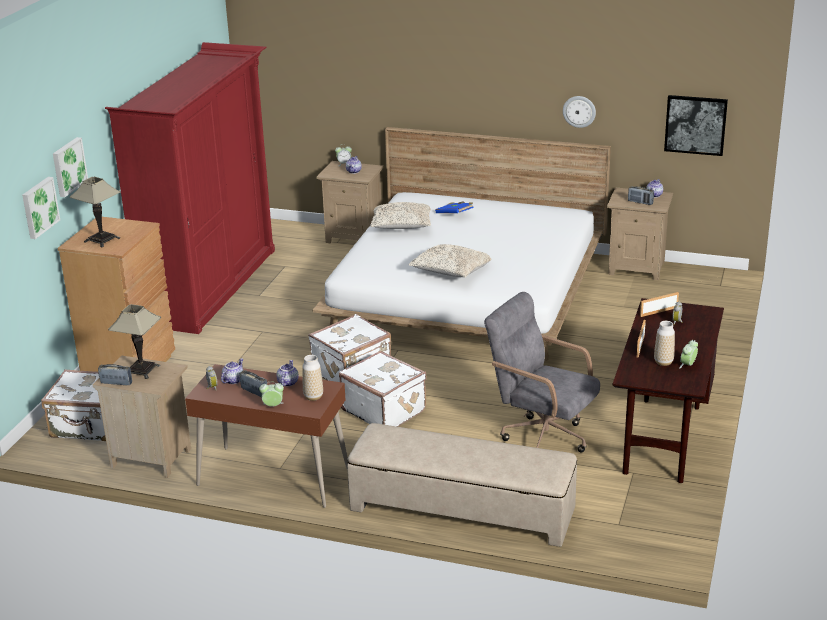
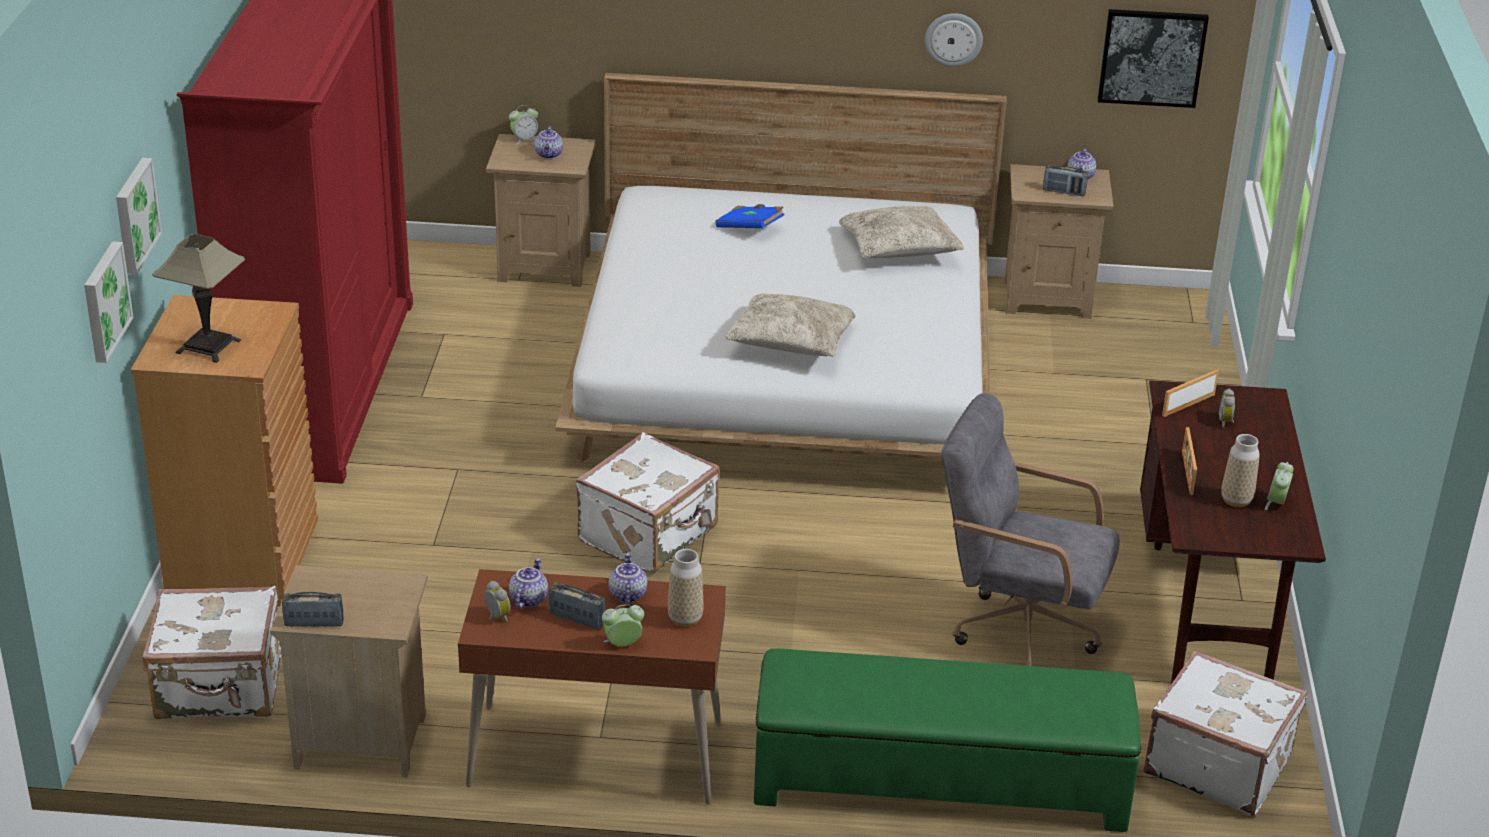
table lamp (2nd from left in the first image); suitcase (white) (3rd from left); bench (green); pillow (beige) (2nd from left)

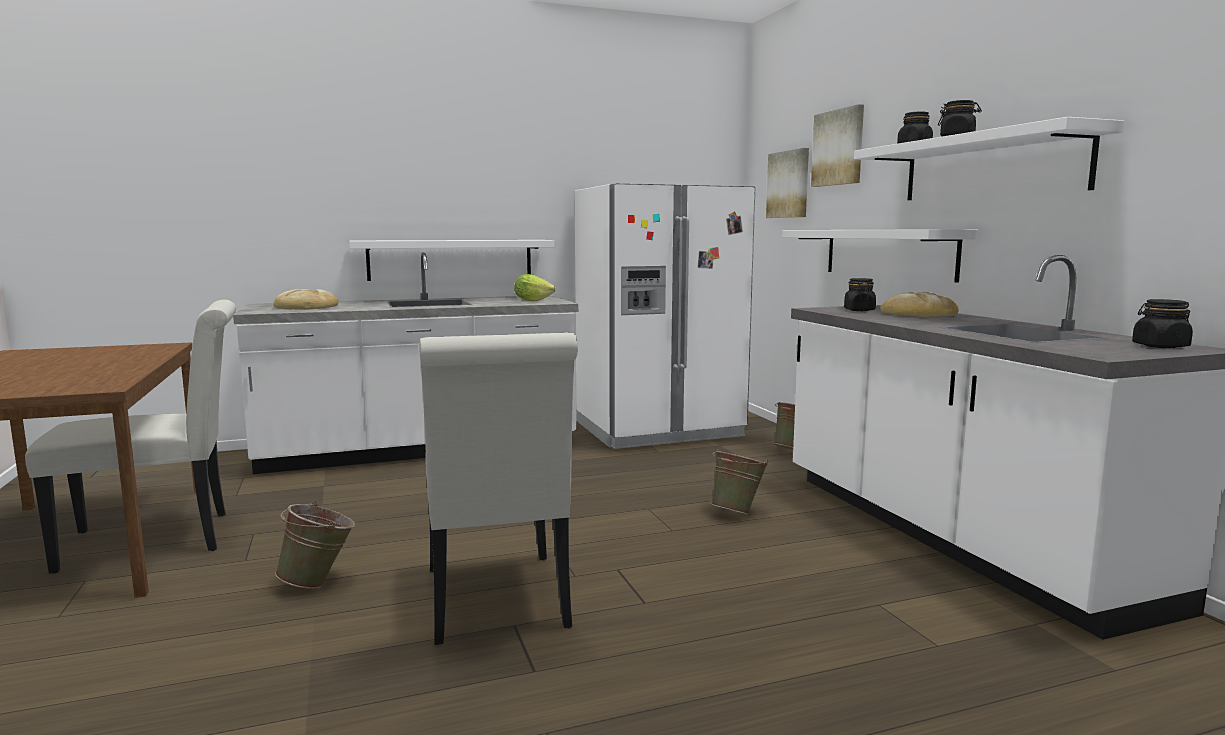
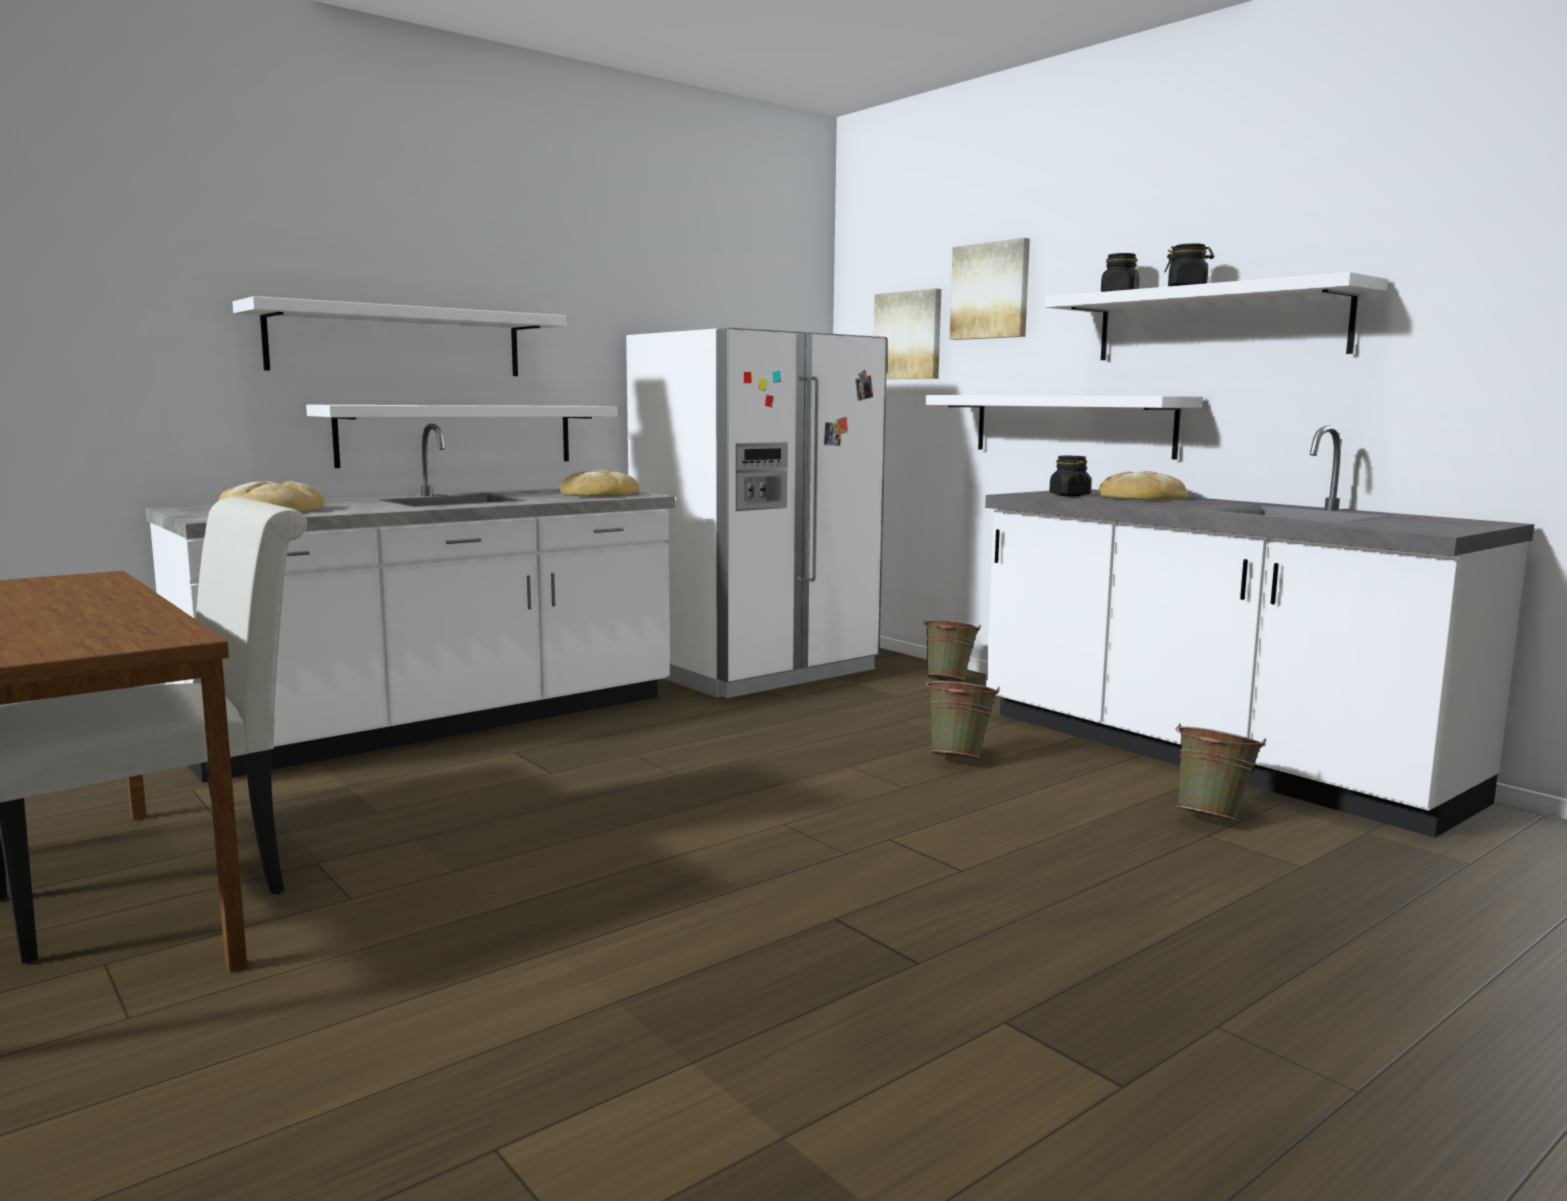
bucket (green) (3rd from left); chair (white) (2nd from left in the first image); bread (2nd from left); jar (black) (4th from left in the first image); shelf (white) (1st from left)

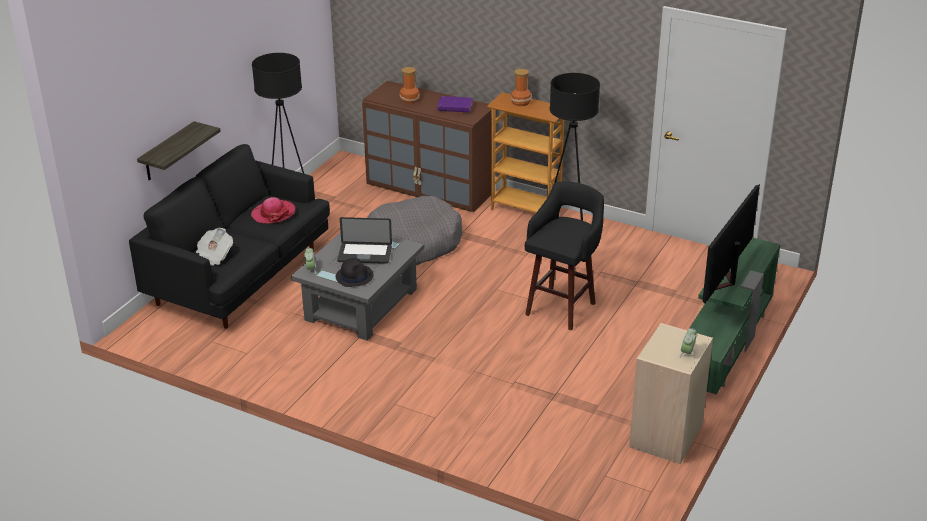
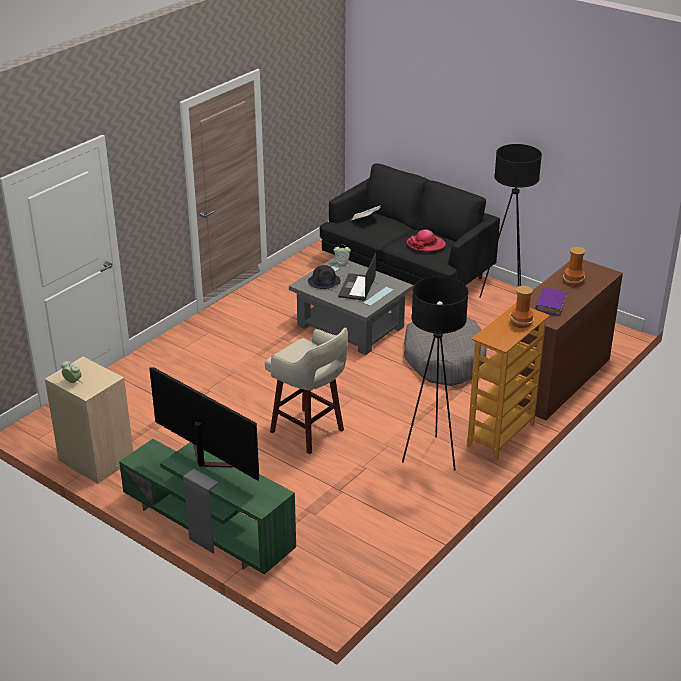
shelf; stool (beige)

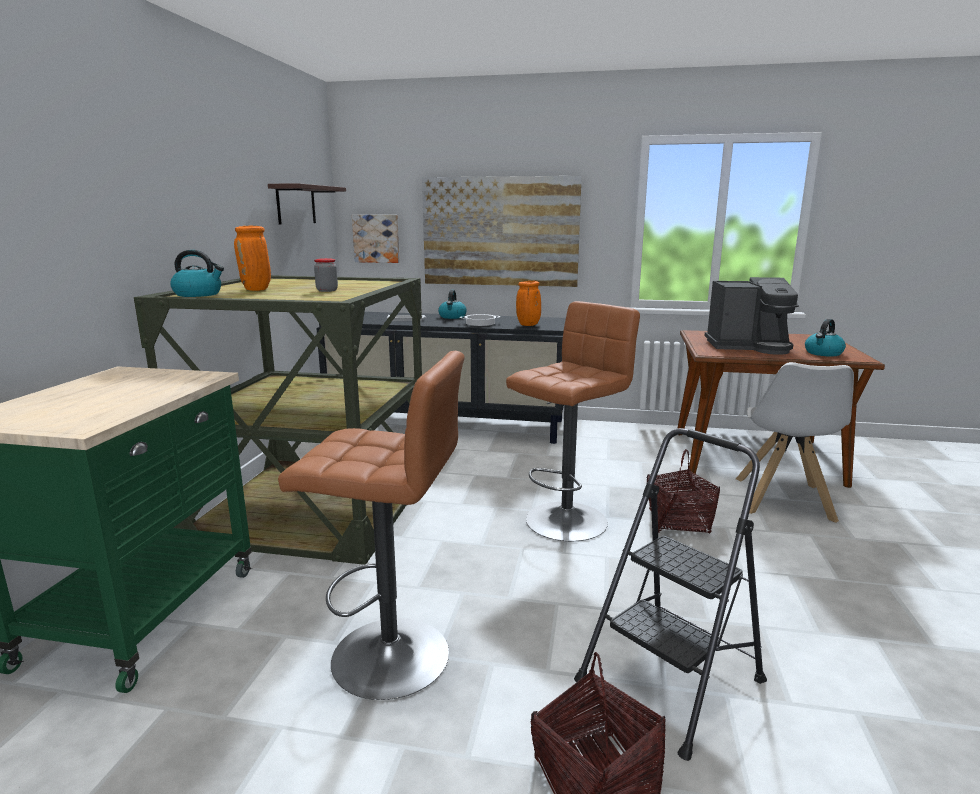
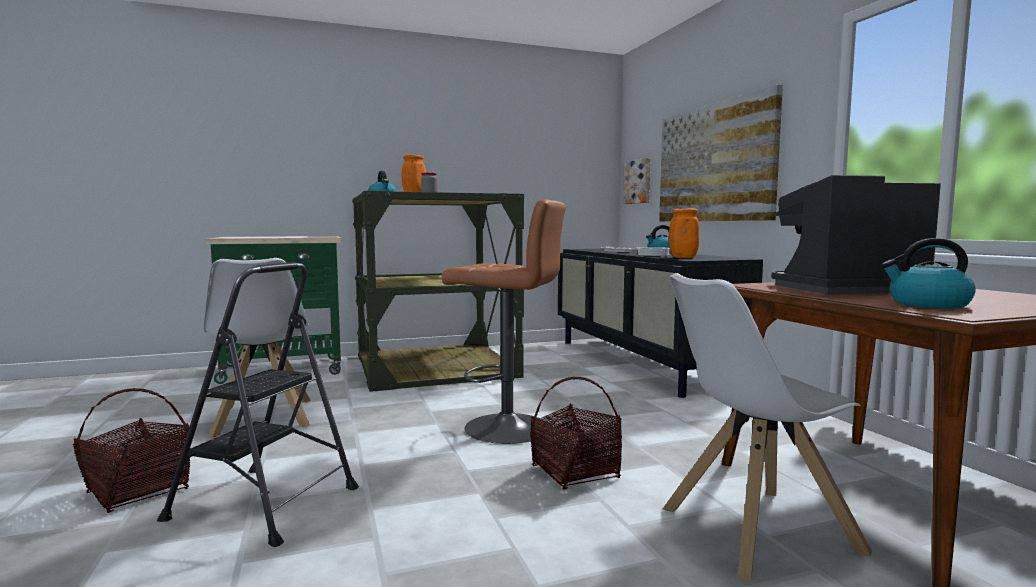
shelf; chair (1st from left); coffee machine

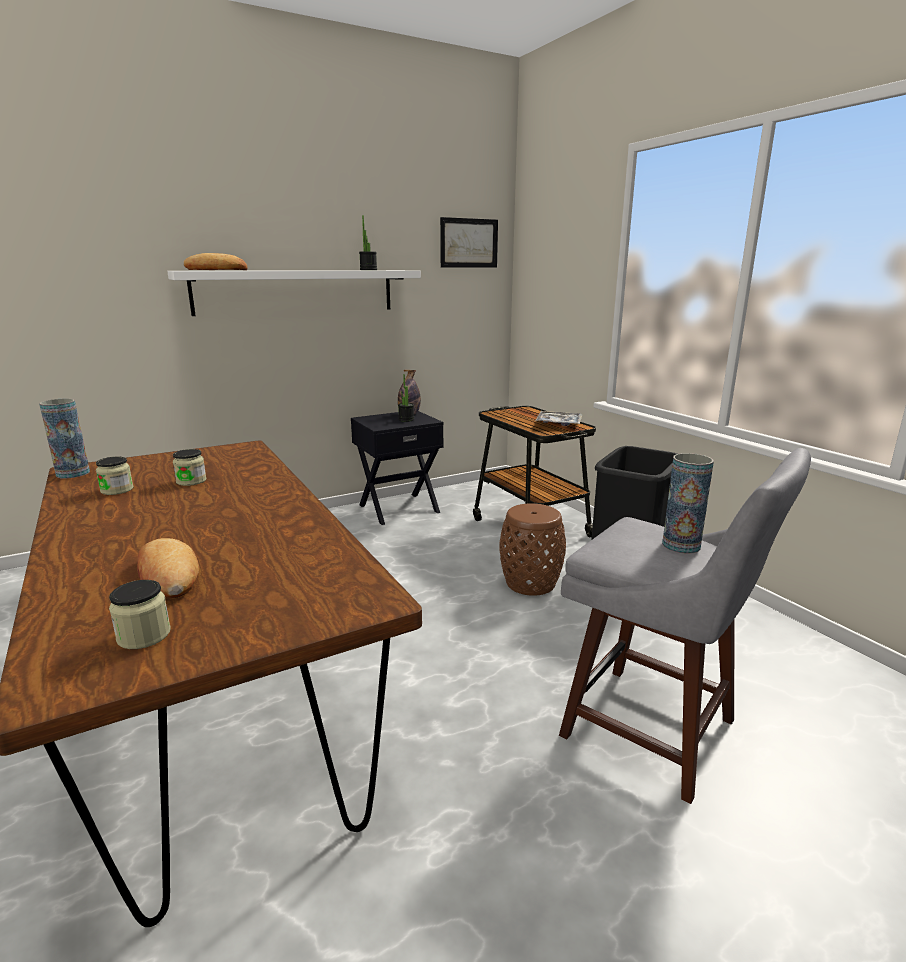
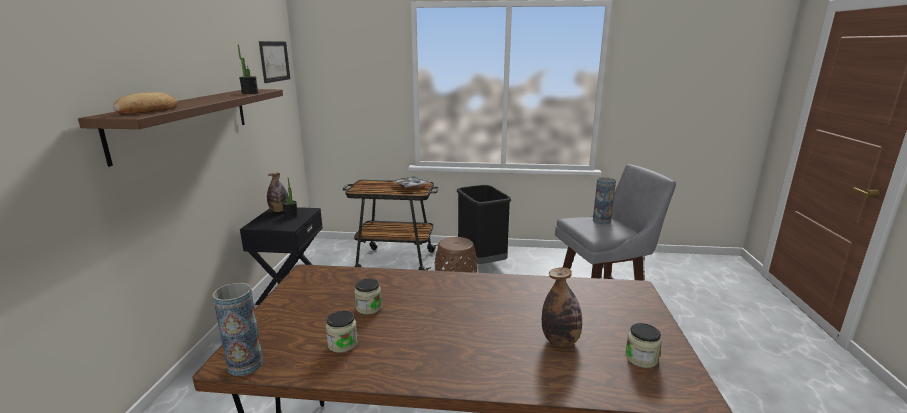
bottle (2nd from left); shelf (brown)

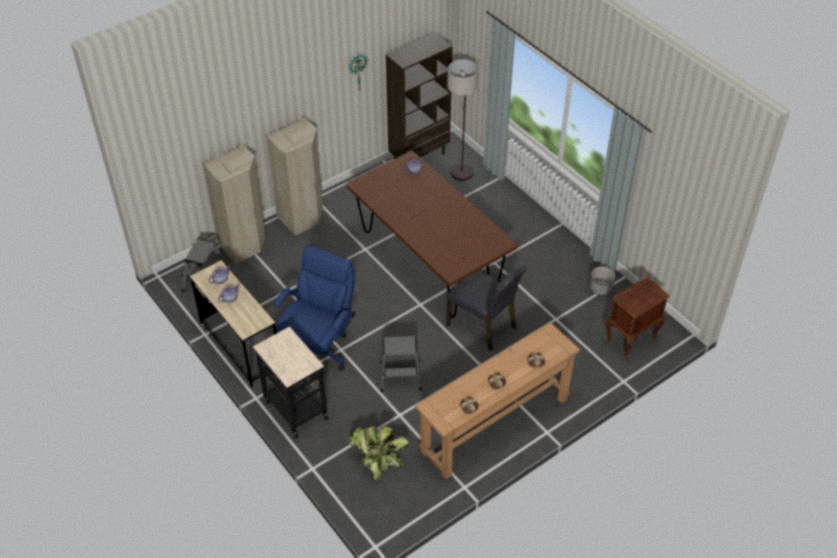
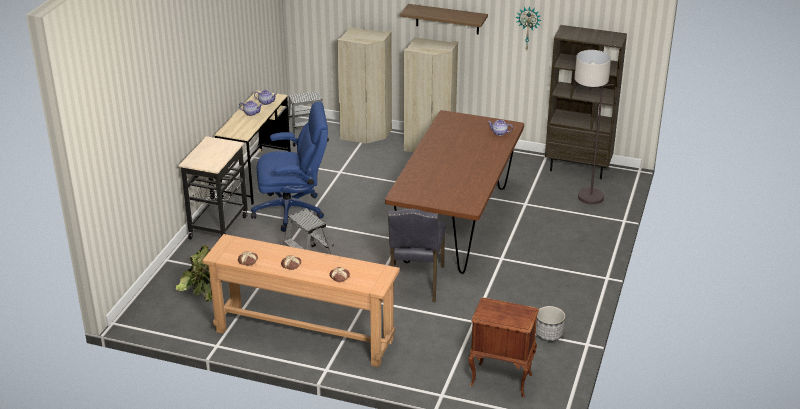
shelf

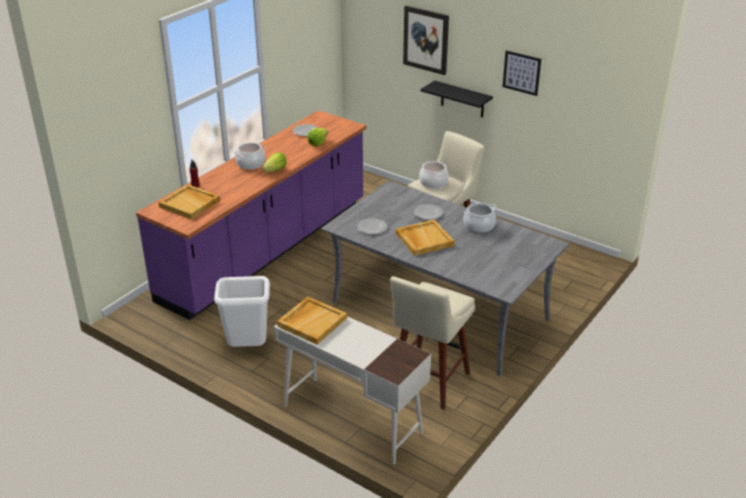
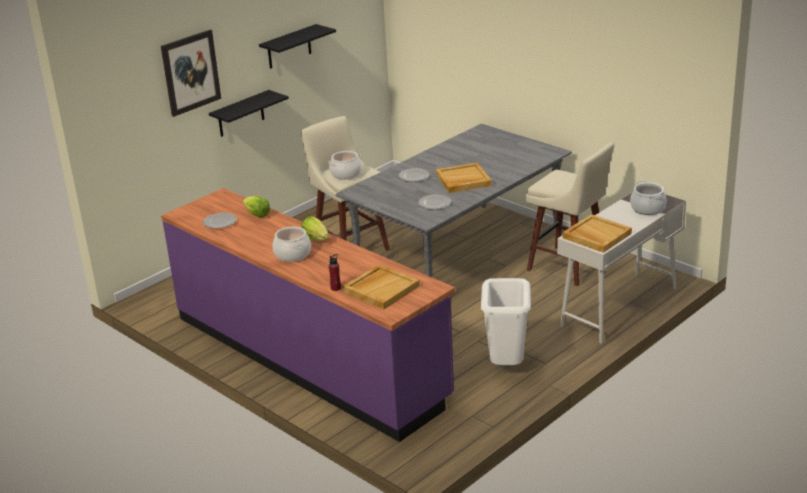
cooking pot (3rd from left); shelf (black) (2nd from left)

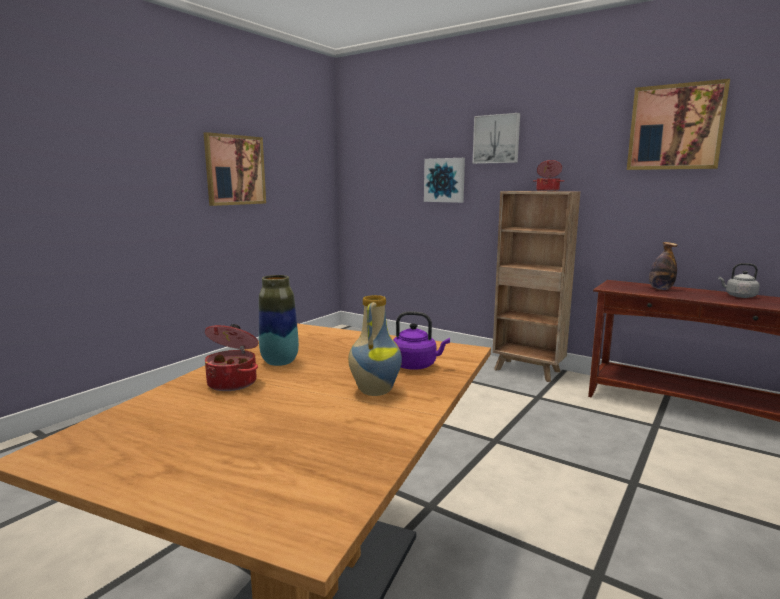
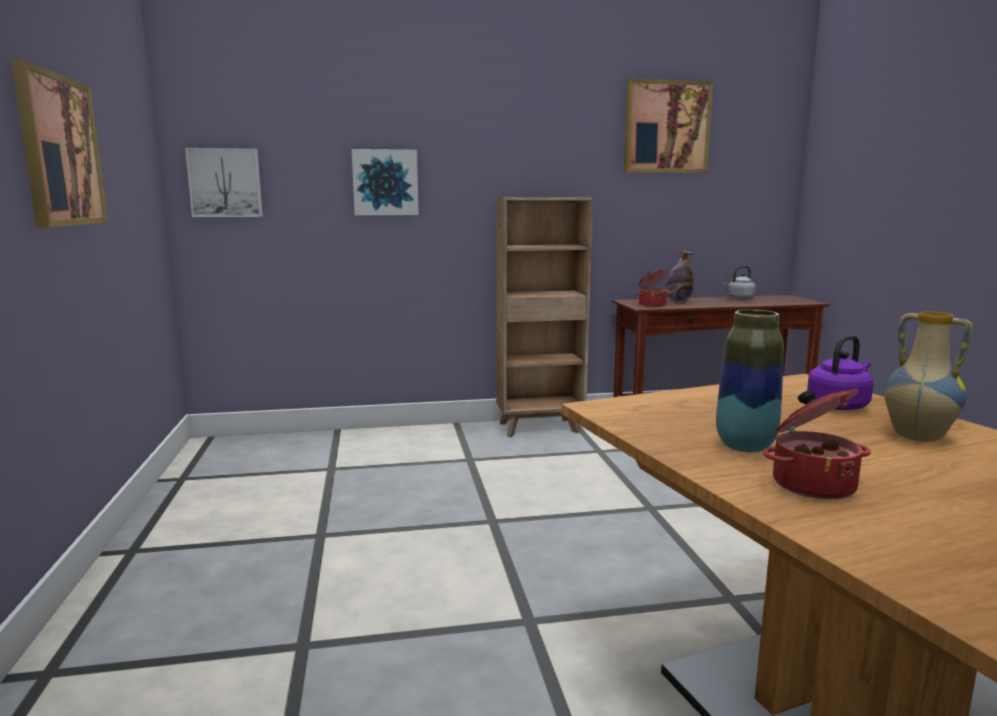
picture (2nd from left); cooking pot (1st from left)

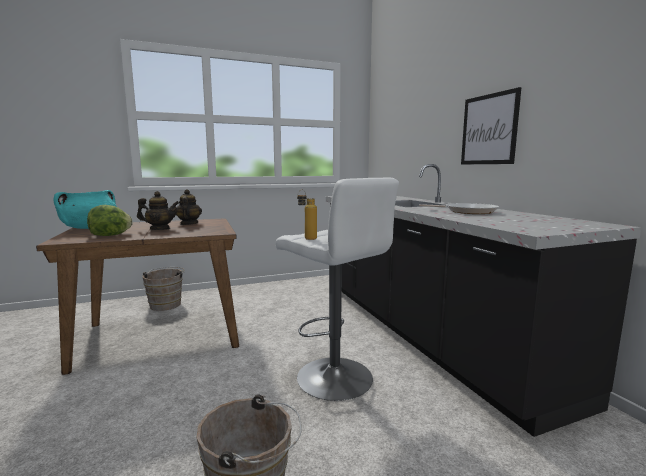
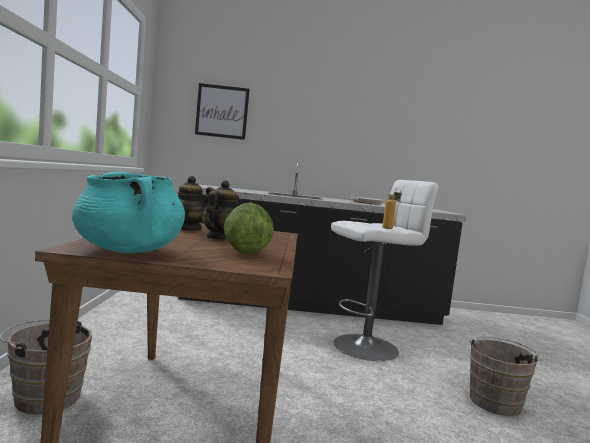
picture

